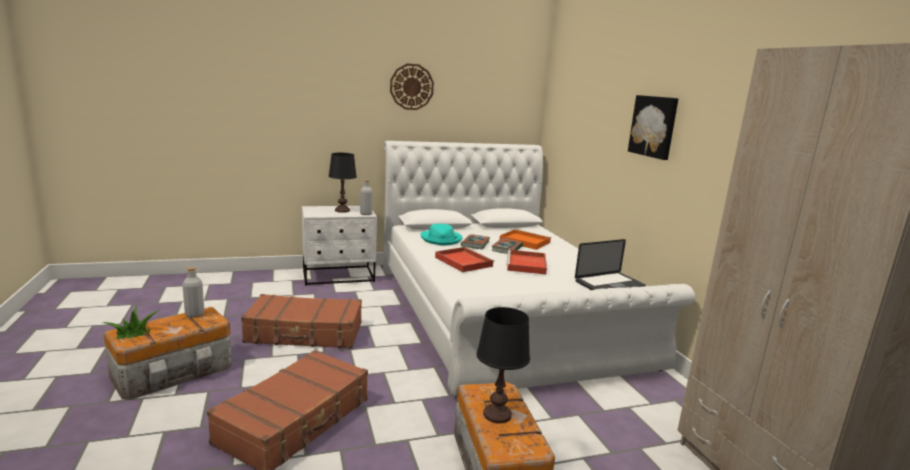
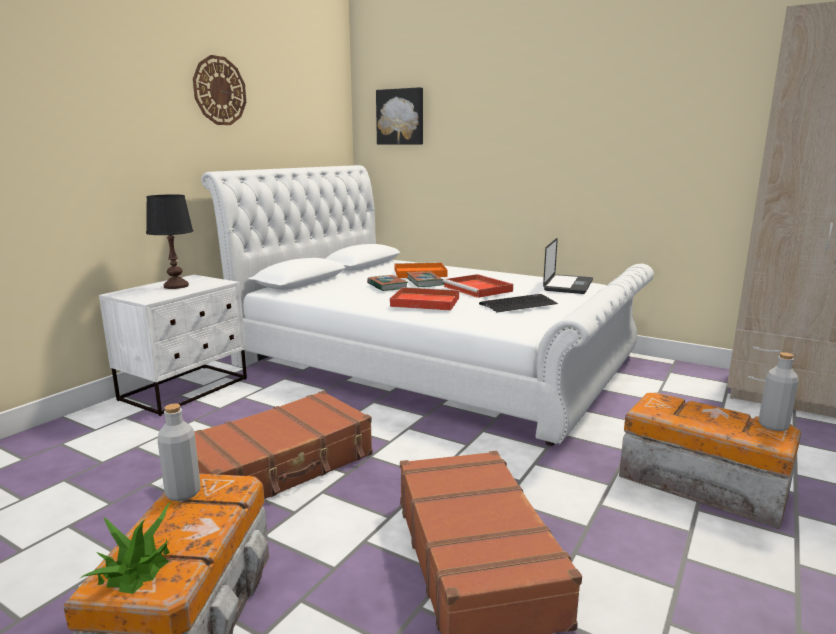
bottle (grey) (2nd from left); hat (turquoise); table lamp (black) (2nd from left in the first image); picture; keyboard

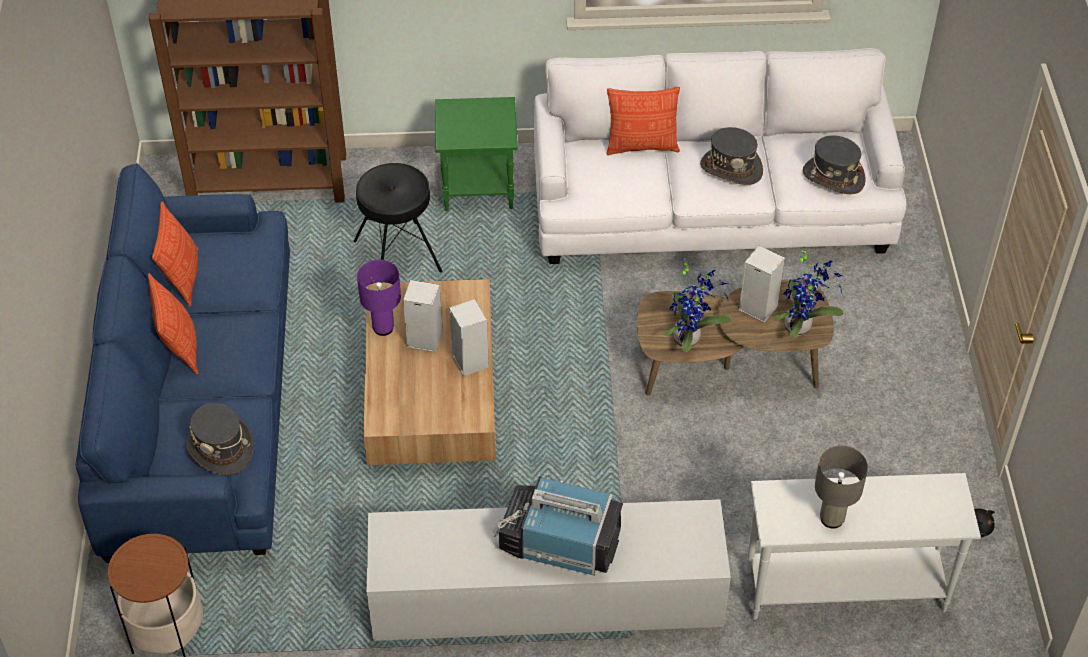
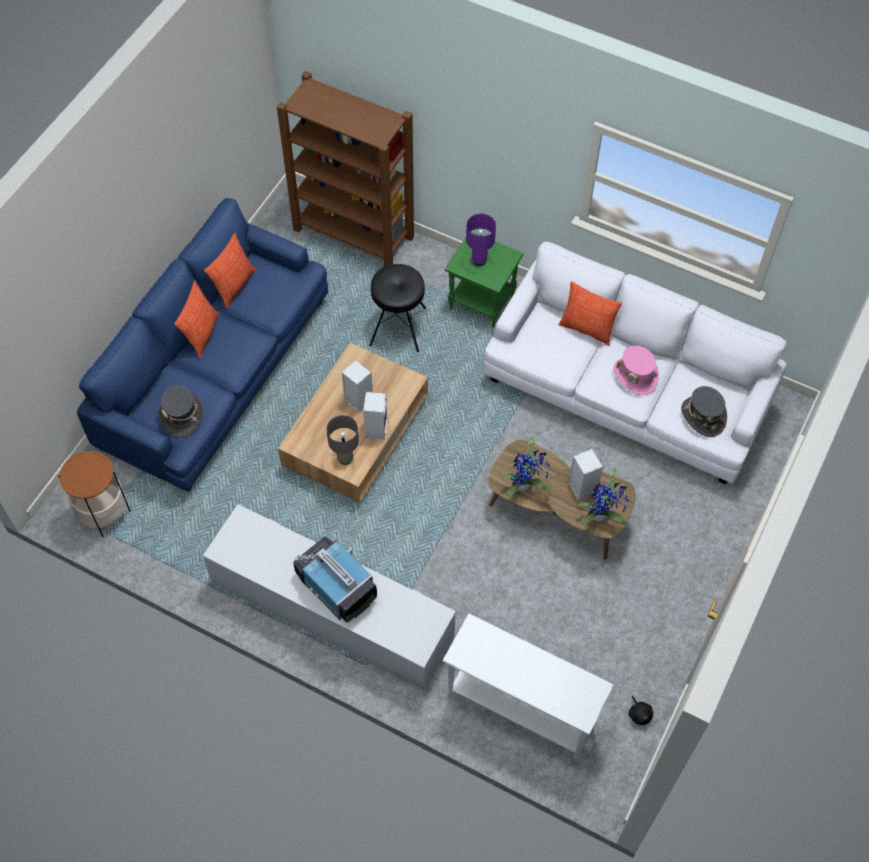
table lamp (purple); hat (pink); table lamp (grey)

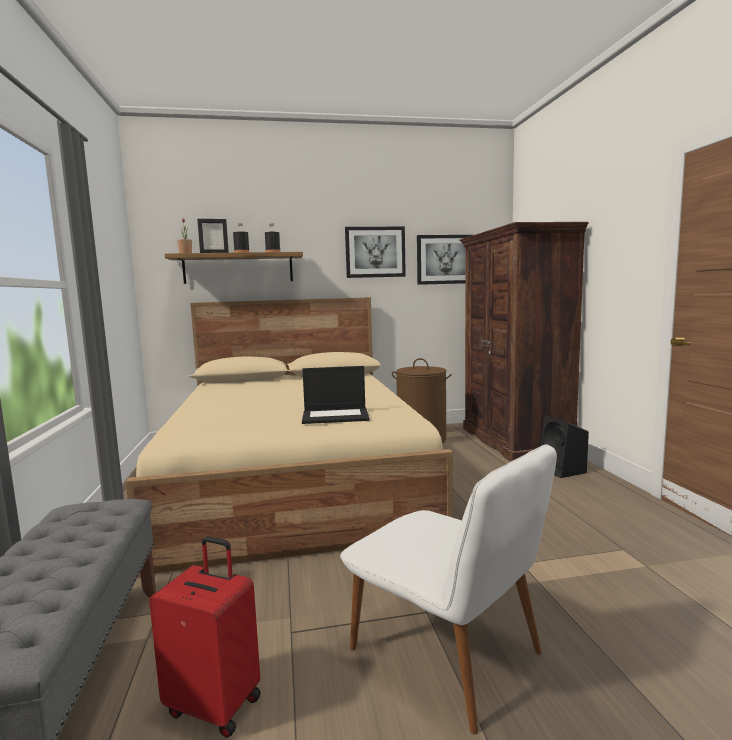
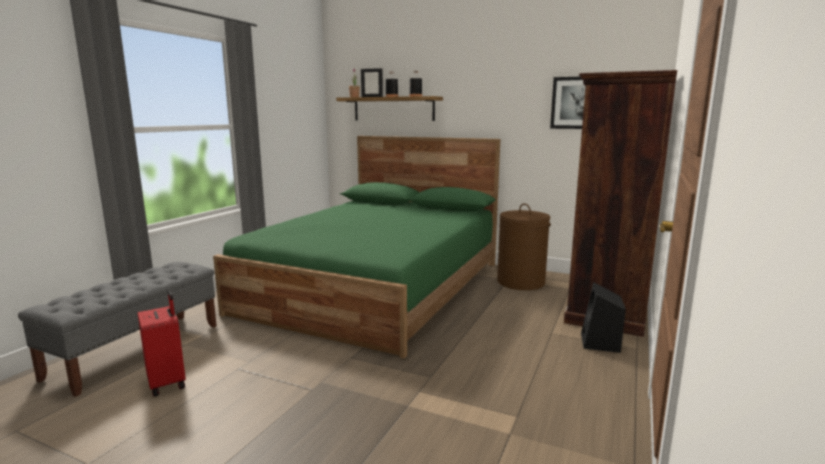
bed (green); laptop; chair (white); picture (1st from left in the first image)

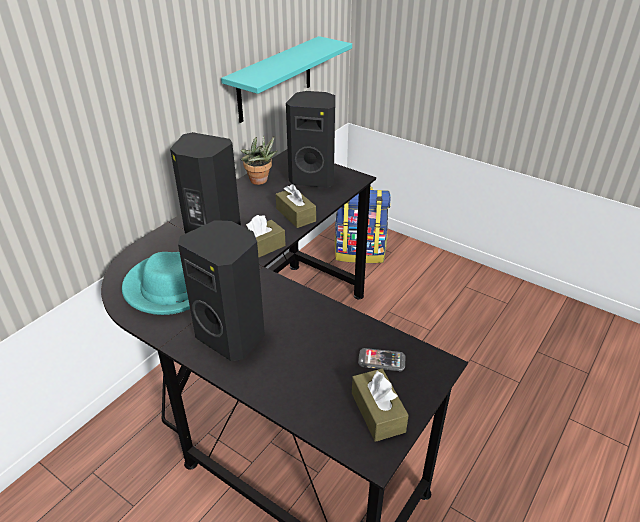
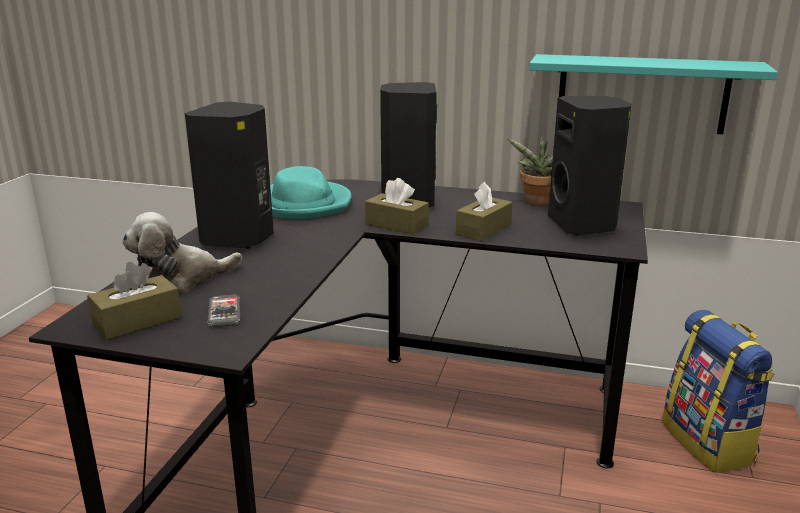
plush toy

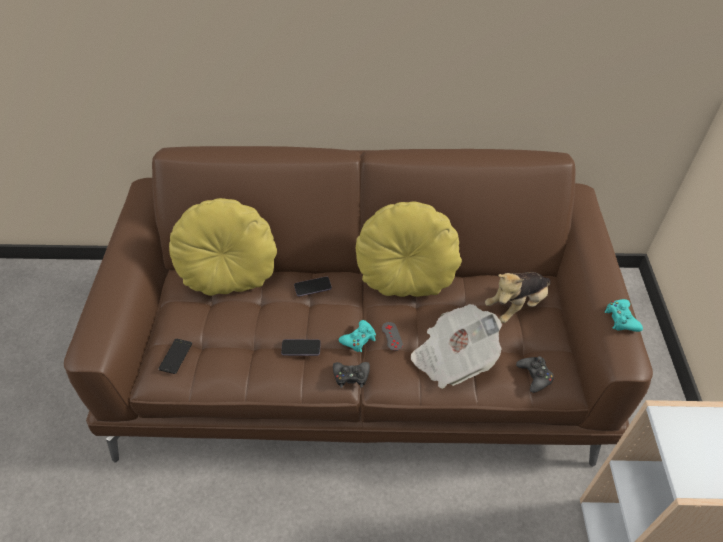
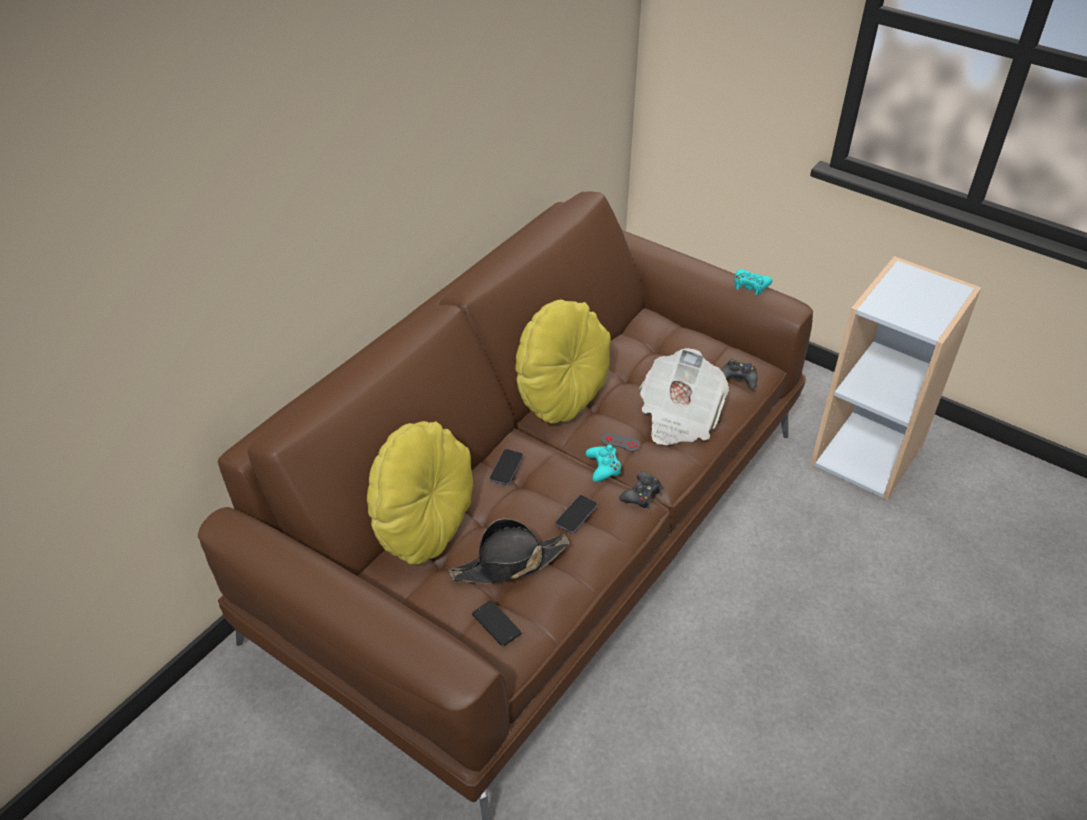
plush toy; hat (black)

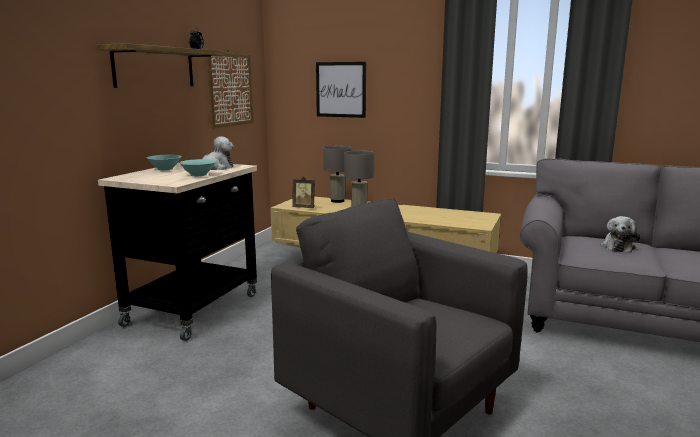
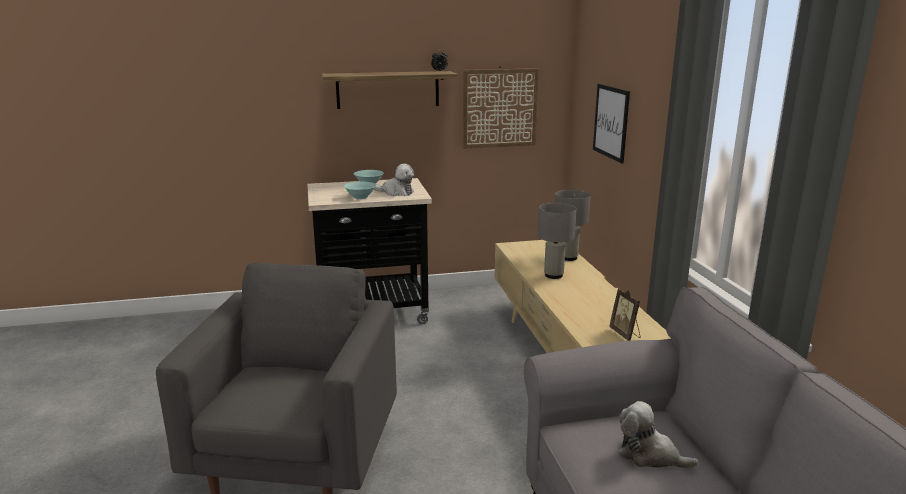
picture frame; plush toy (2nd from left)

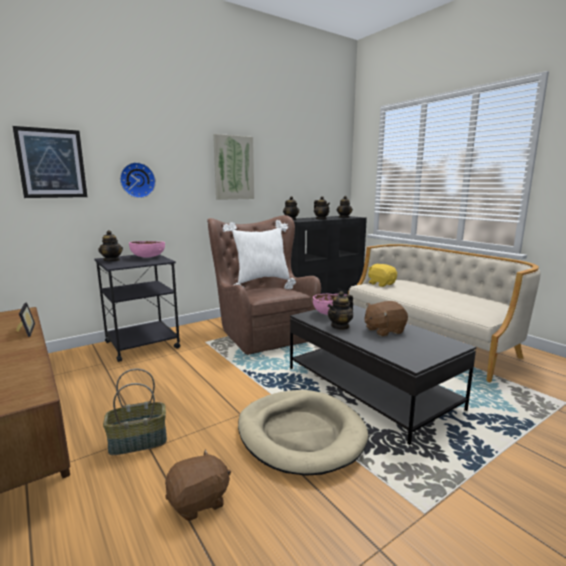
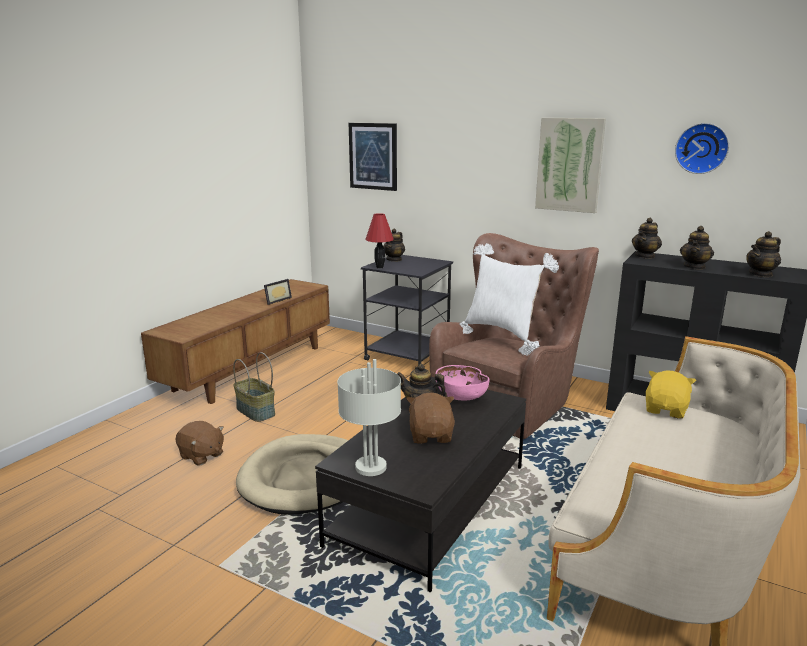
wall clock; bowl (pink) (1st from left in the first image); plush toy (brown) (2nd from left); table lamp (grey); table lamp (red)

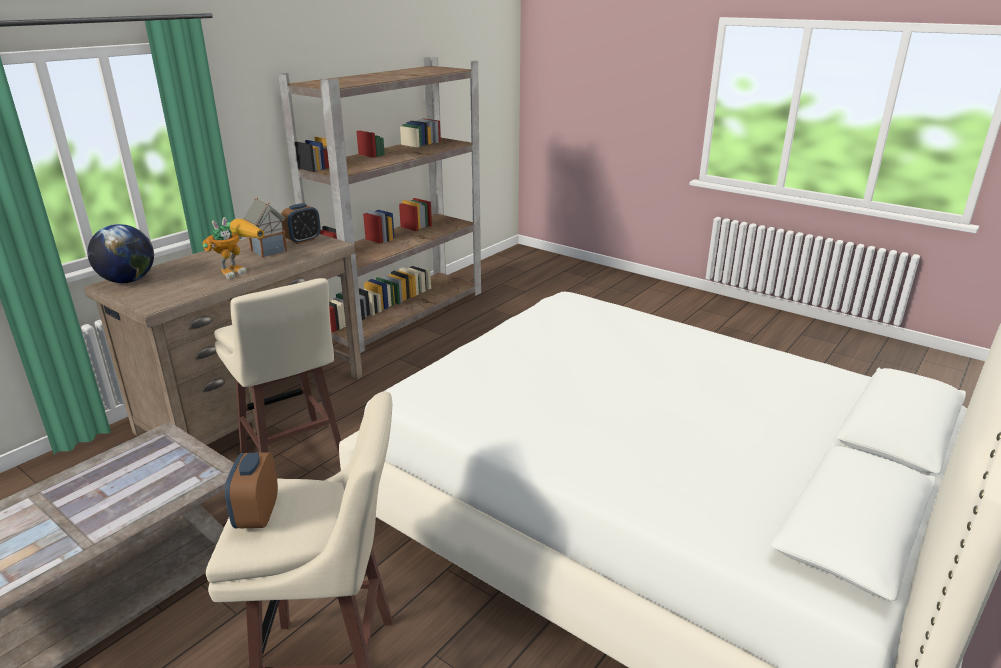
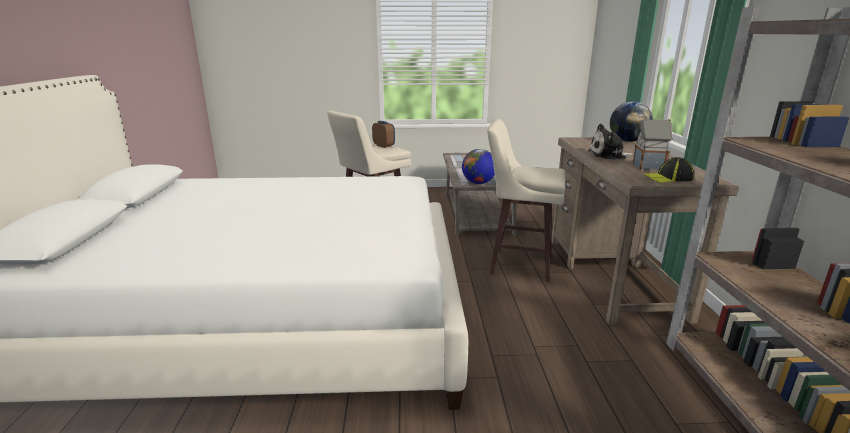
plush toy; cap; globe (1st from left)

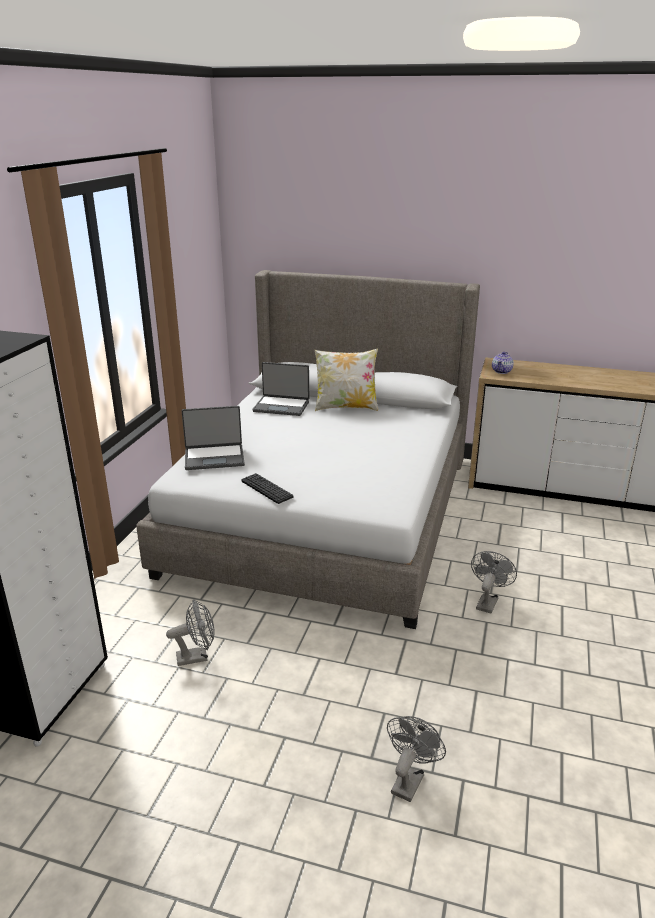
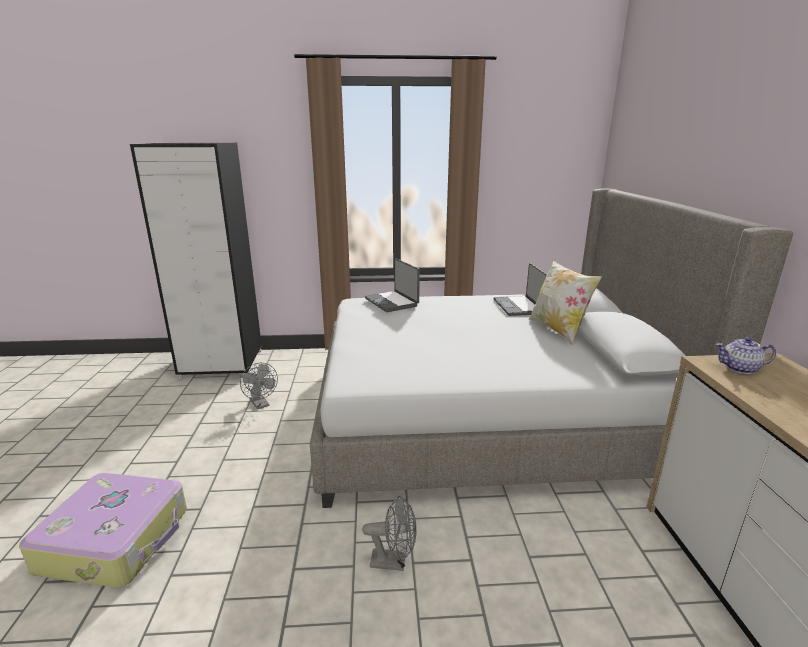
keyboard; suitcase

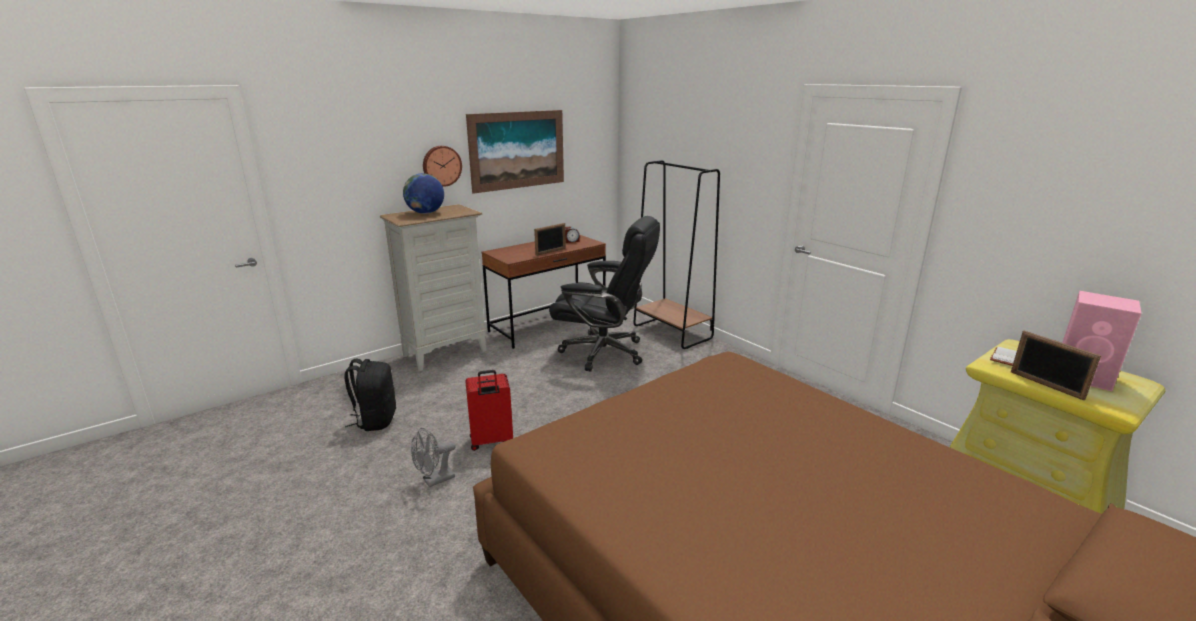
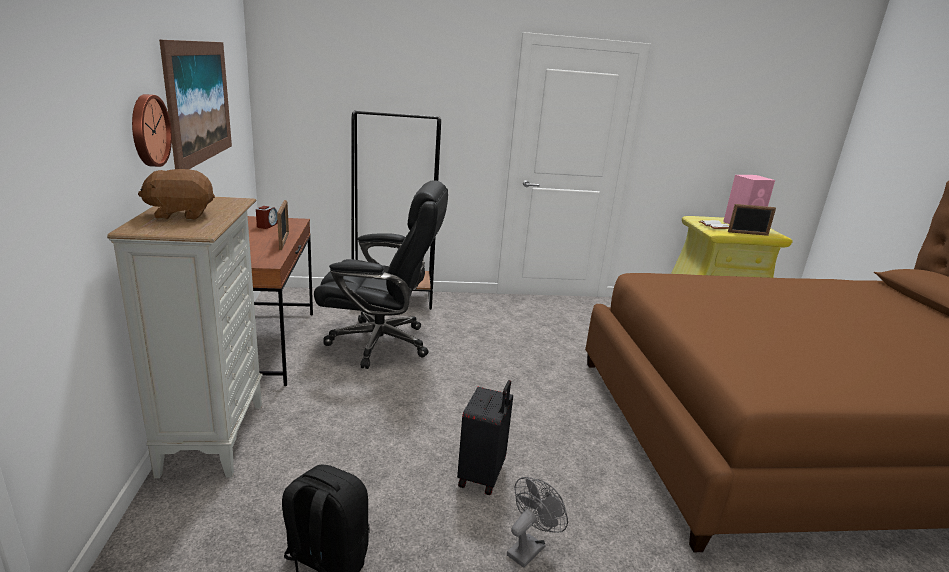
plush toy (brown); fan (grey); suitcase (black); office chair (black)

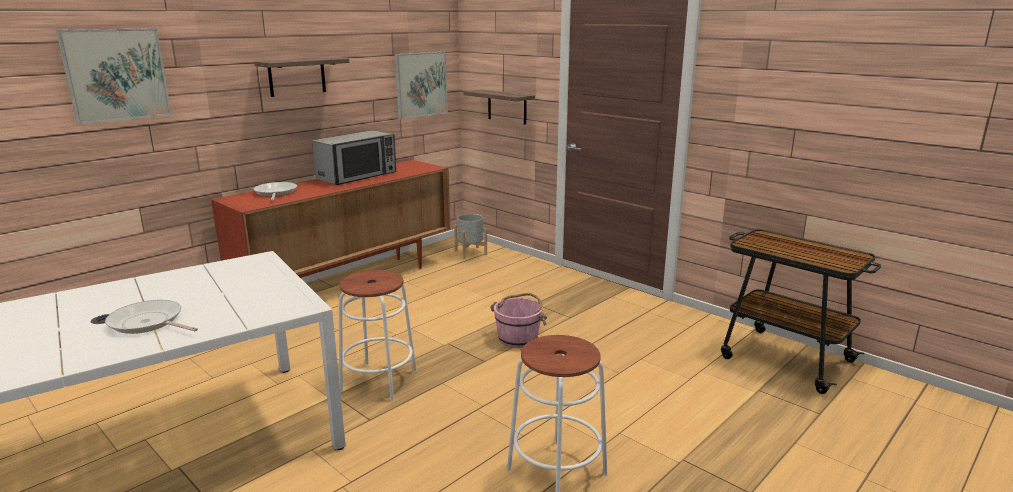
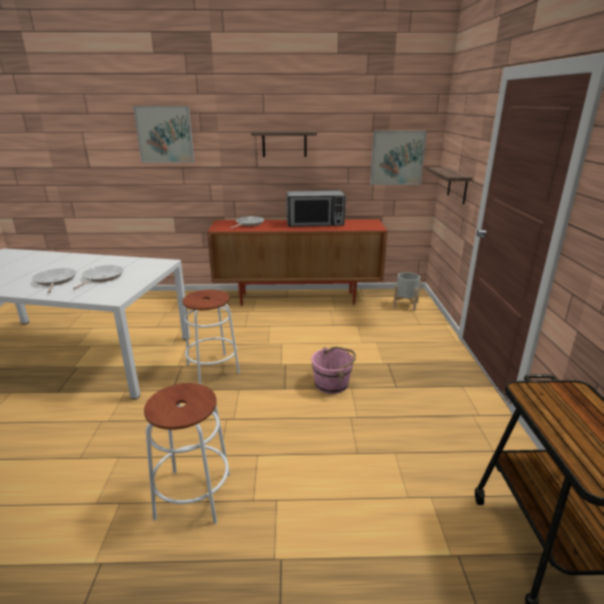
frying pan (2nd from left)

